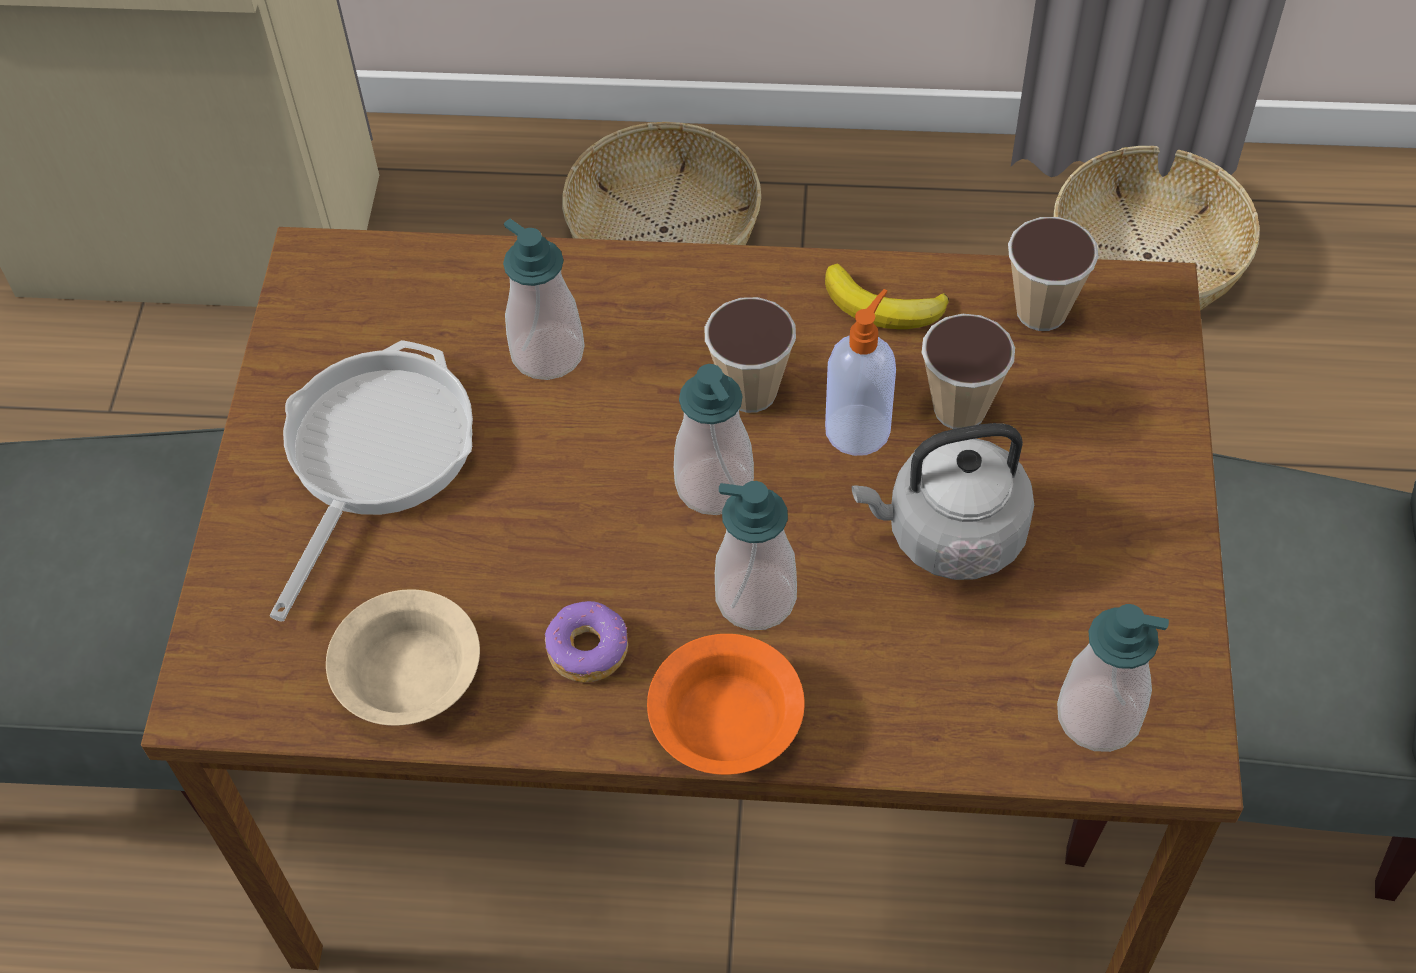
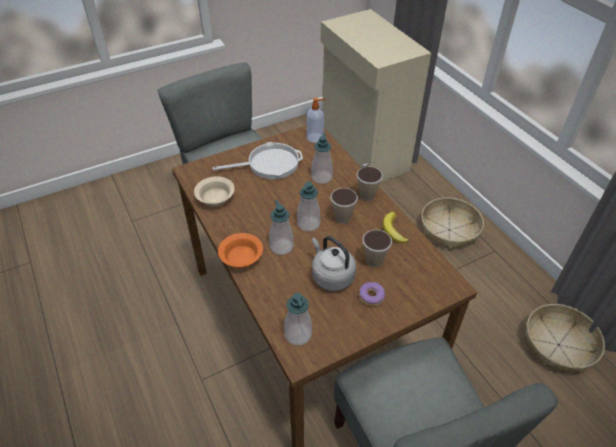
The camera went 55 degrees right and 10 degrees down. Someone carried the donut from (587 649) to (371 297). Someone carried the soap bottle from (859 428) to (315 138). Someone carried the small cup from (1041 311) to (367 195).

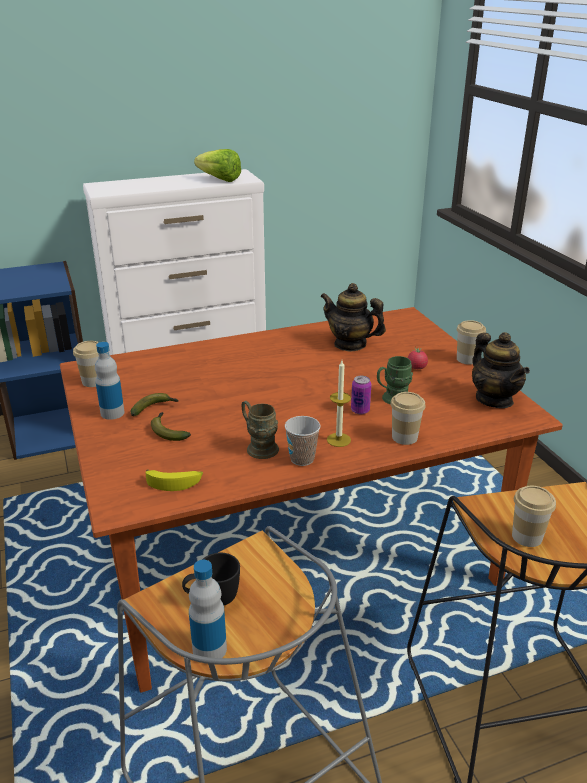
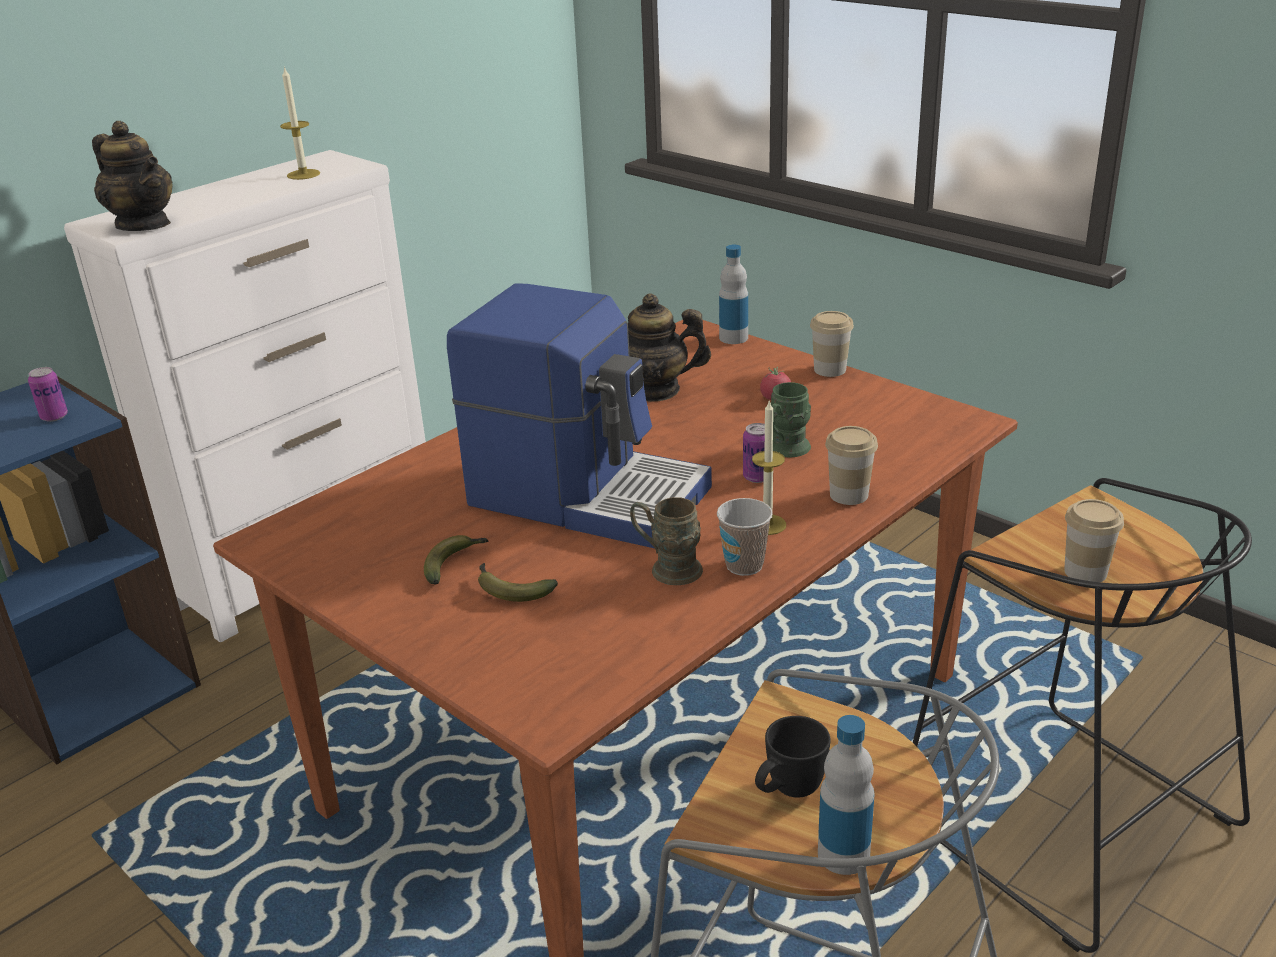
The camera went 25 degrees left and 0 degrees up. Someone took away the small cup at (93 381). Someone carried the bottle from (112 413) to (733 338). Someone took away the banana at (175 482). Someone swapped the lettuce head at (217 179) for the wax light at (303 174). Someone carried the teapot from (494 399) to (143 225). Someone put down the metal can at (54 417). Someone put down the coffee machine at (588 494).

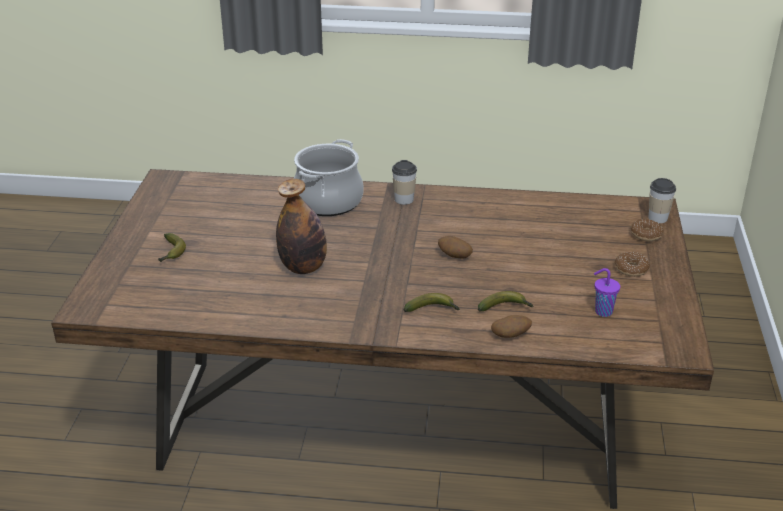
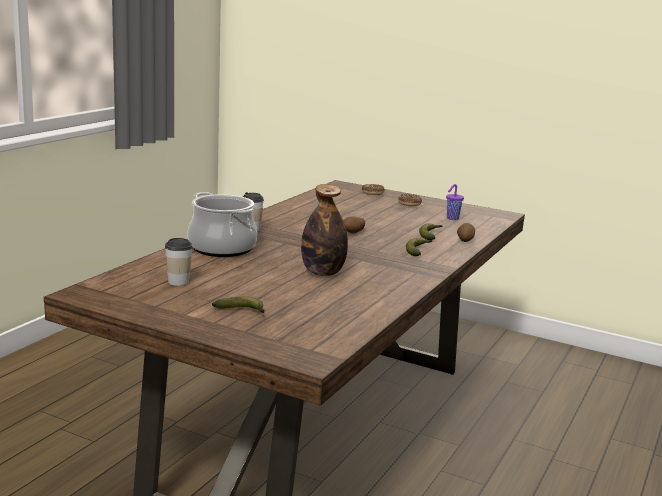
The camera went 70 degrees left and 15 degrees down. Someone carried the small cup from (658 218) to (178 282).

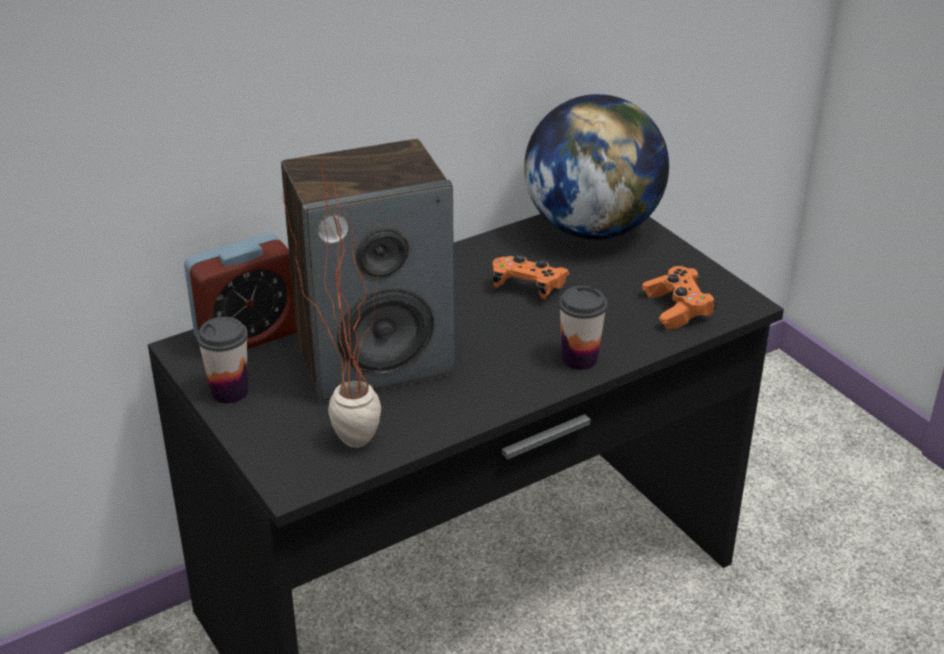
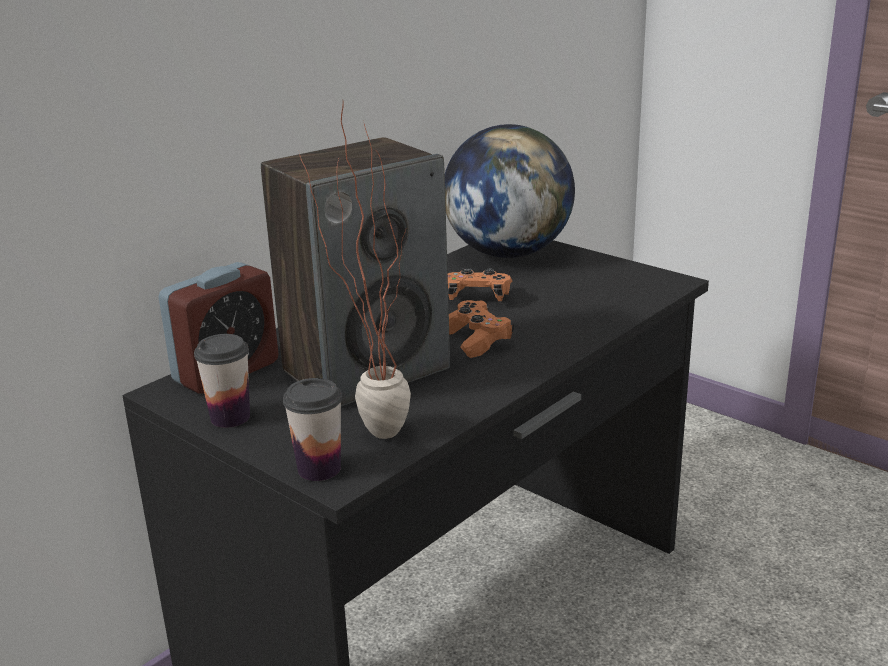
The camera went 15 degrees left and 10 degrees down. Someone carried the small cup from (579 359) to (319 469). Someone carried the orangey joypad from (677 309) to (474 340).

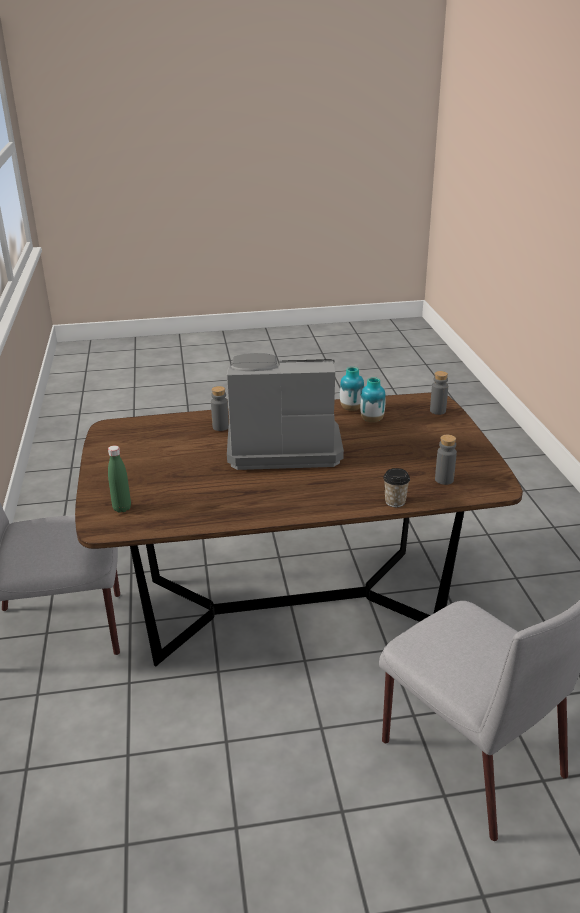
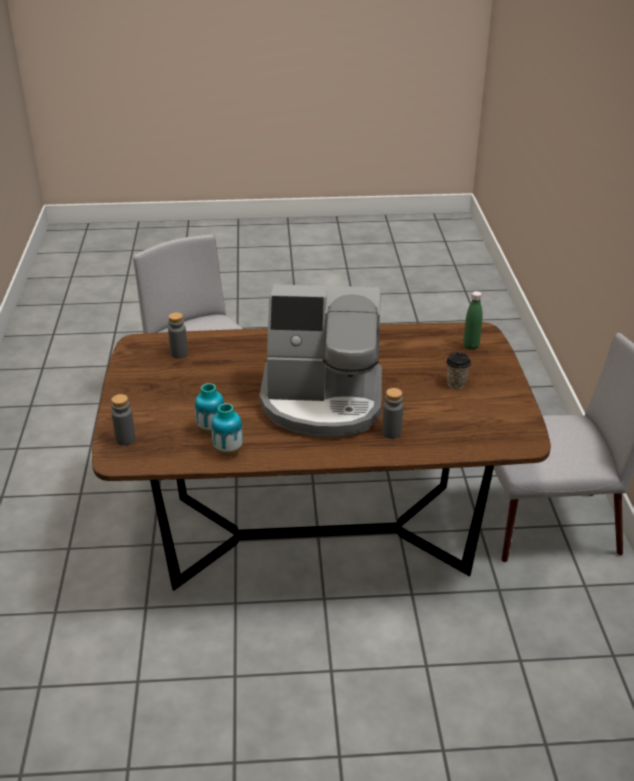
The camera went 175 degrees left and 5 degrees up. Someone carried the small cup from (395 502) to (456 383).

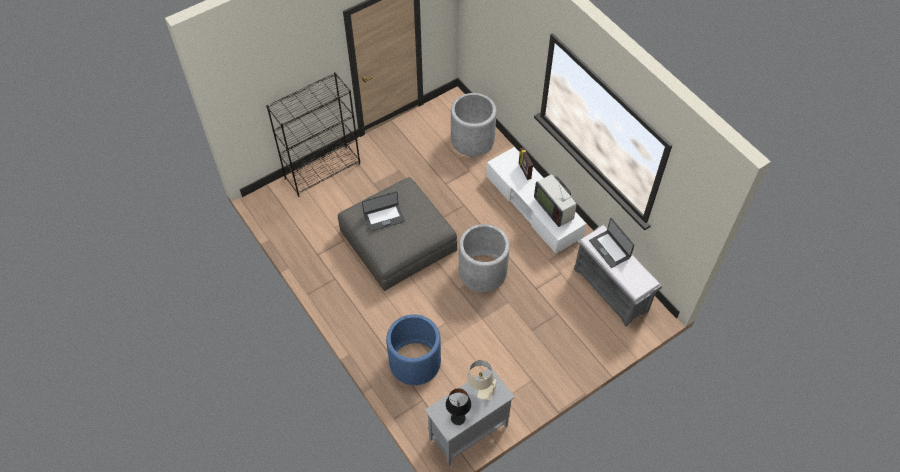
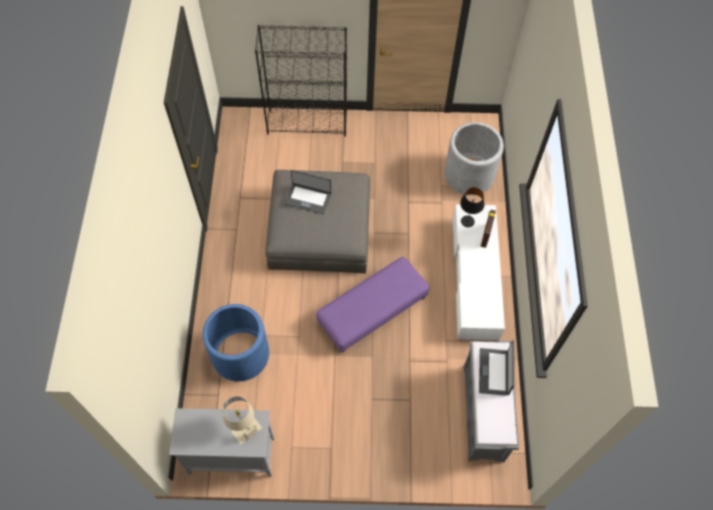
The camera went 35 degrees right and 5 degrees up. Someone carried the black tabletop lamp from (458 418) to (467 221). Someone swapped the gray planter at (482 272) for the purplish footrest at (372 310). Someone took away the TV at (554 208).

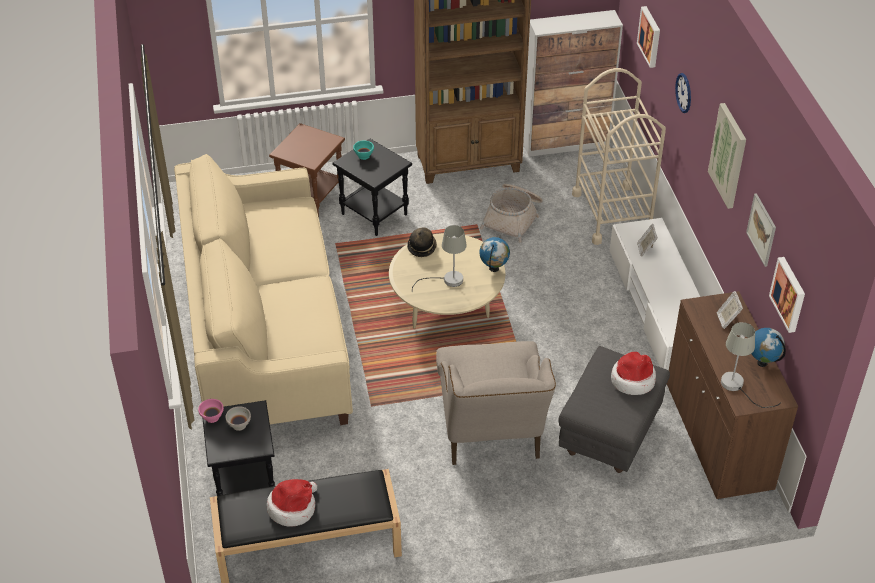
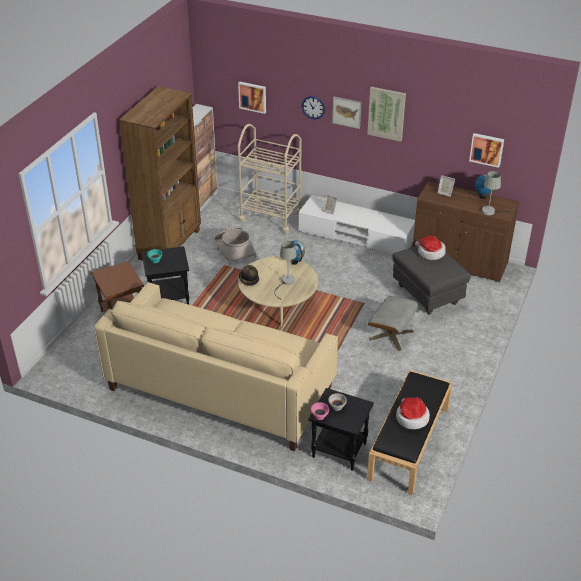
The camera went 55 degrees left and 5 degrees down. Someone swapped the sand-coloured armchair at (491 436) for the gray footrest at (391 335). Someone carried the picture from (761 229) to (346 112).

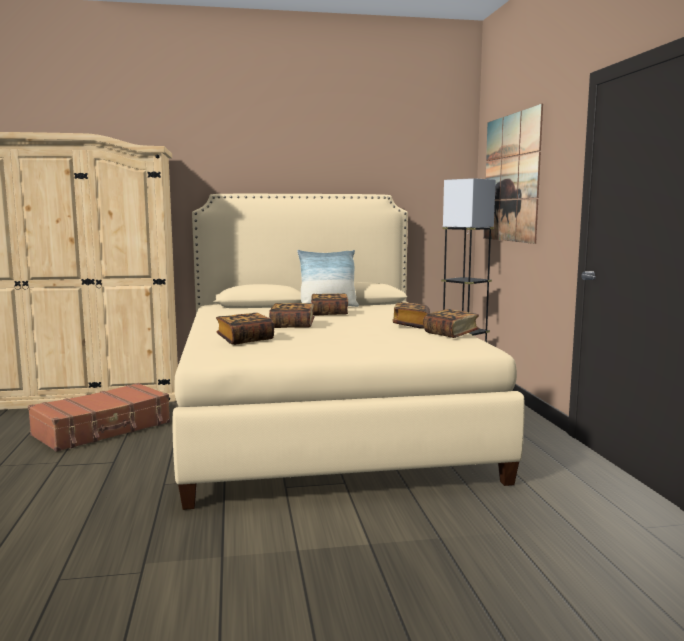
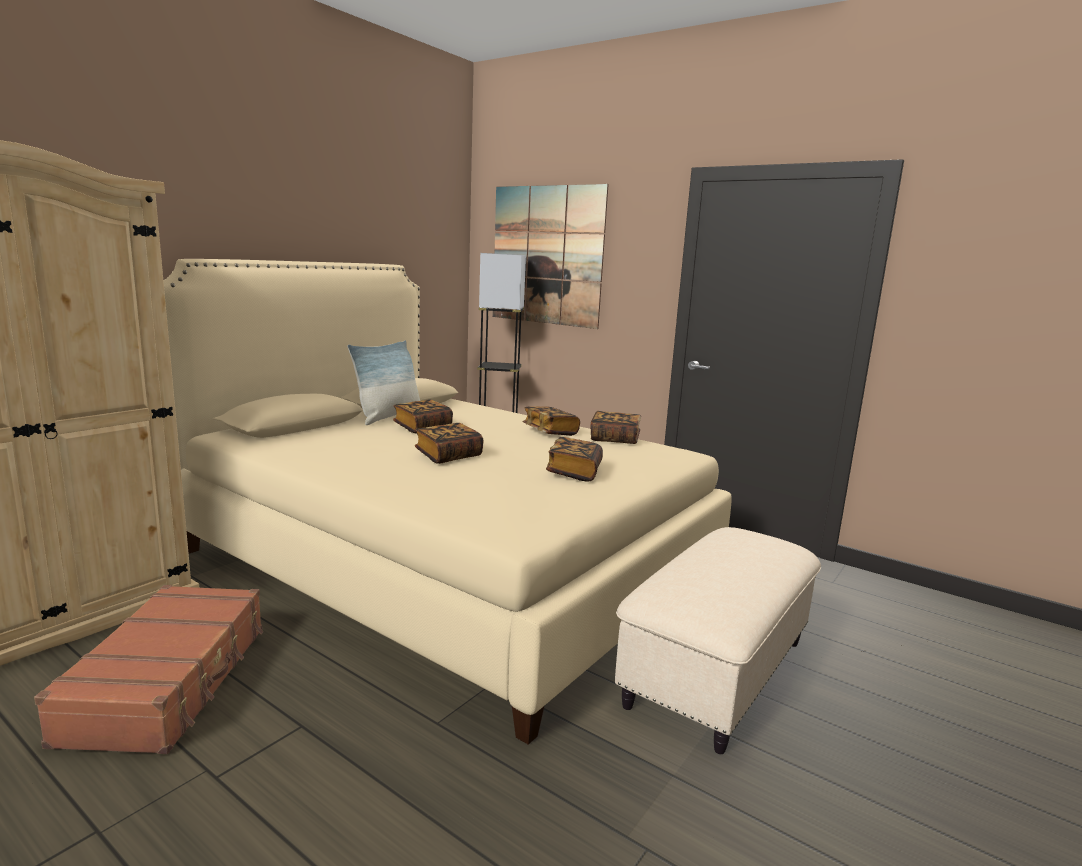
The camera went 45 degrees left and 5 degrees up. Someone carried the volume from (245 340) to (574 472). Someone put down the sand-coloured footrest at (715 672).

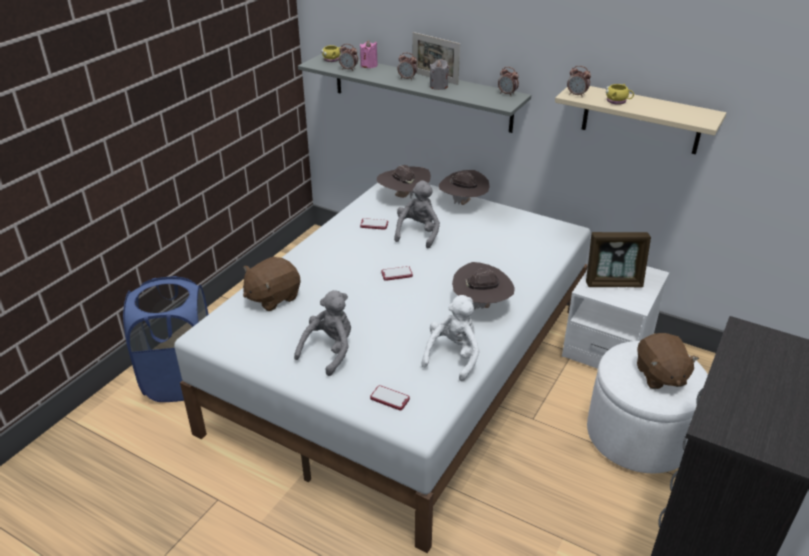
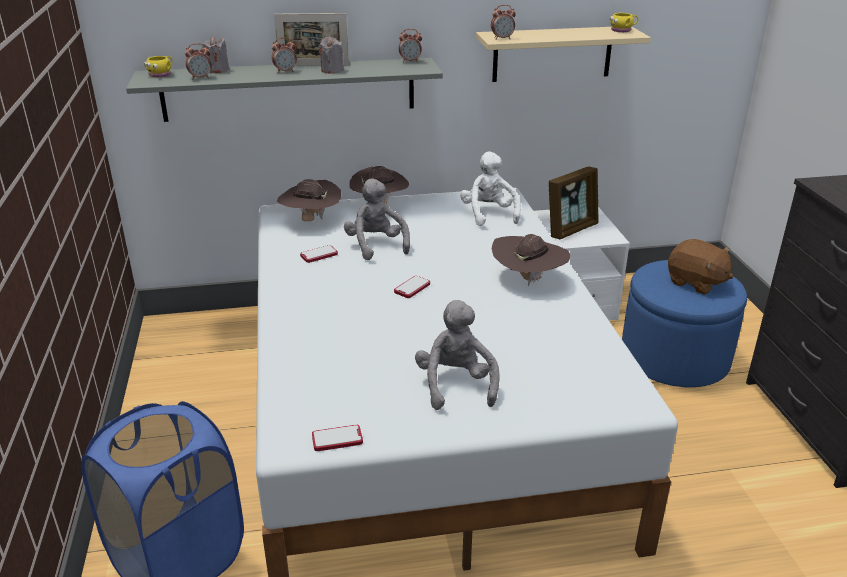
The camera went 40 degrees left and 5 degrees down. Someone took away the brown-coloured plush toy at (272 297). Someone repainted the pink wax light at (369 65), which became the gray wax light at (217 70). Someone carried the handset from (389 398) to (337 439). Someone carried the white-coloured plush toy from (453 356) to (488 214). Someone repainted the white-coloured footrest at (638 435), which became the blue footrest at (674 358). Someone carried the yellowish coffee mug from (618 101) to (622 30).

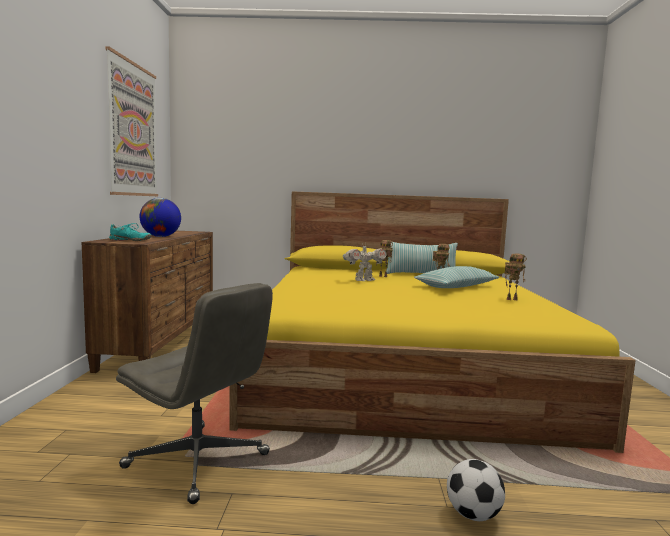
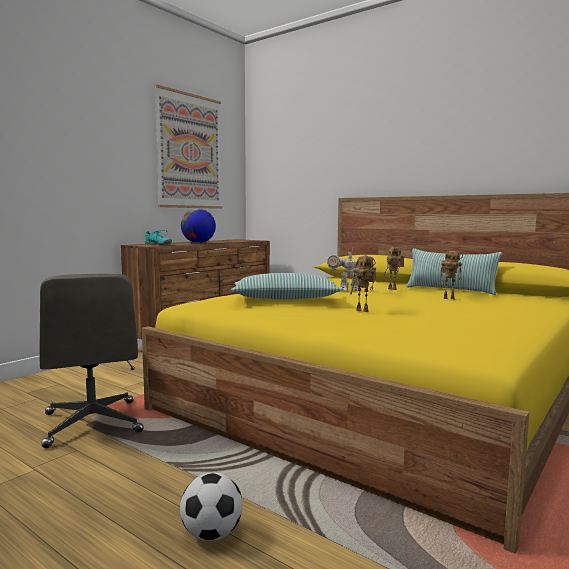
The camera went 35 degrees right and 0 degrees up. Someone carried the throw pillow from (456 287) to (285 298). Someone carried the robot figure from (512 299) to (363 310).

